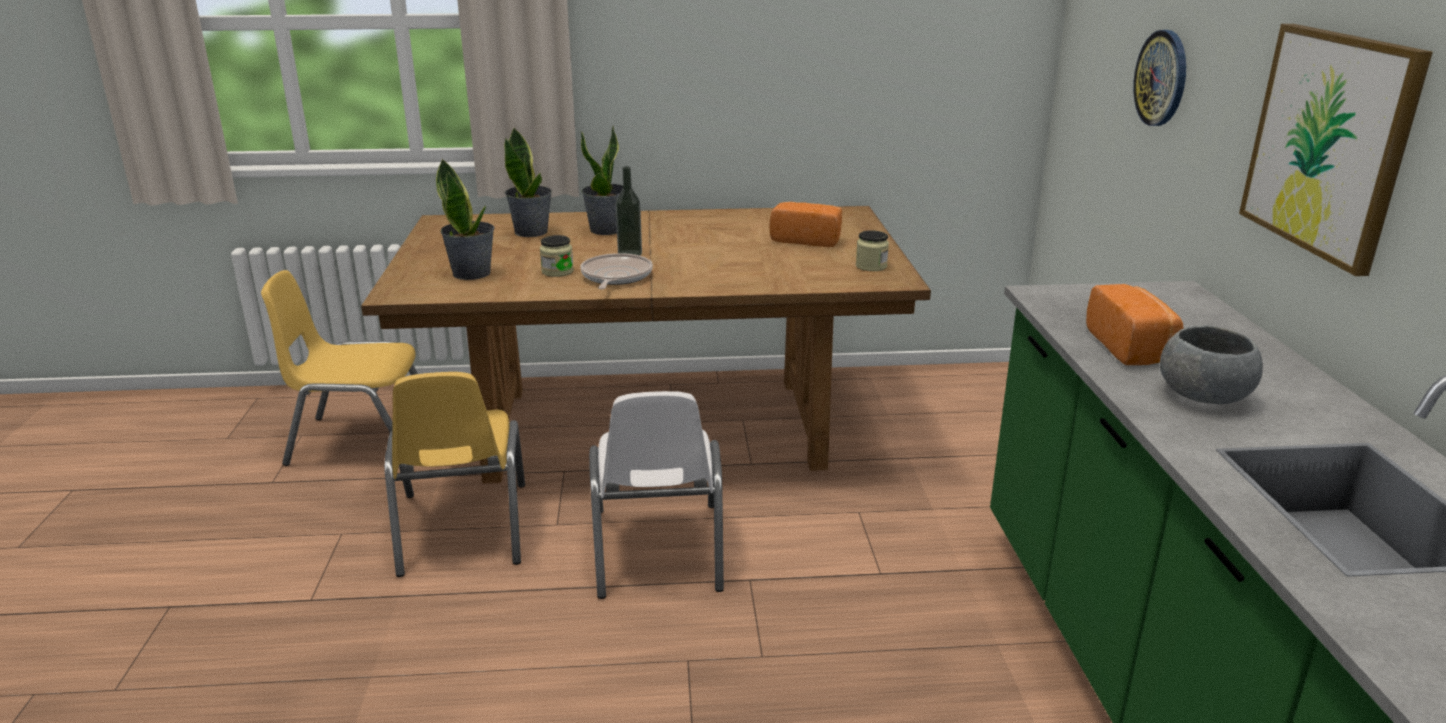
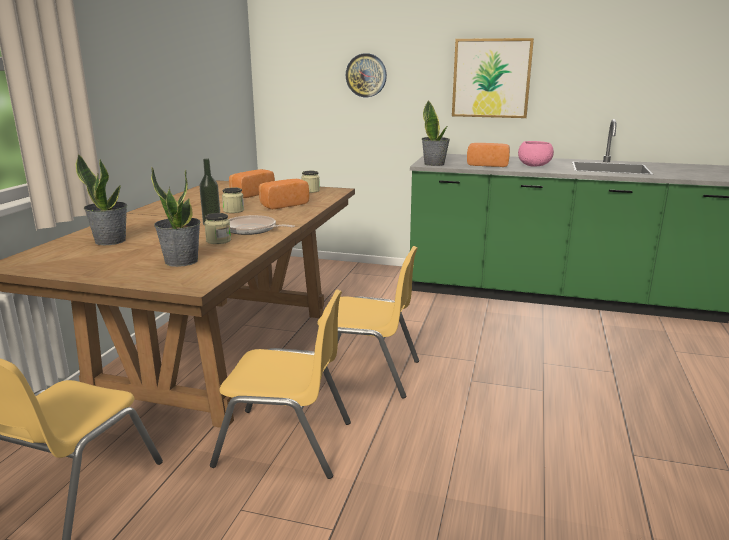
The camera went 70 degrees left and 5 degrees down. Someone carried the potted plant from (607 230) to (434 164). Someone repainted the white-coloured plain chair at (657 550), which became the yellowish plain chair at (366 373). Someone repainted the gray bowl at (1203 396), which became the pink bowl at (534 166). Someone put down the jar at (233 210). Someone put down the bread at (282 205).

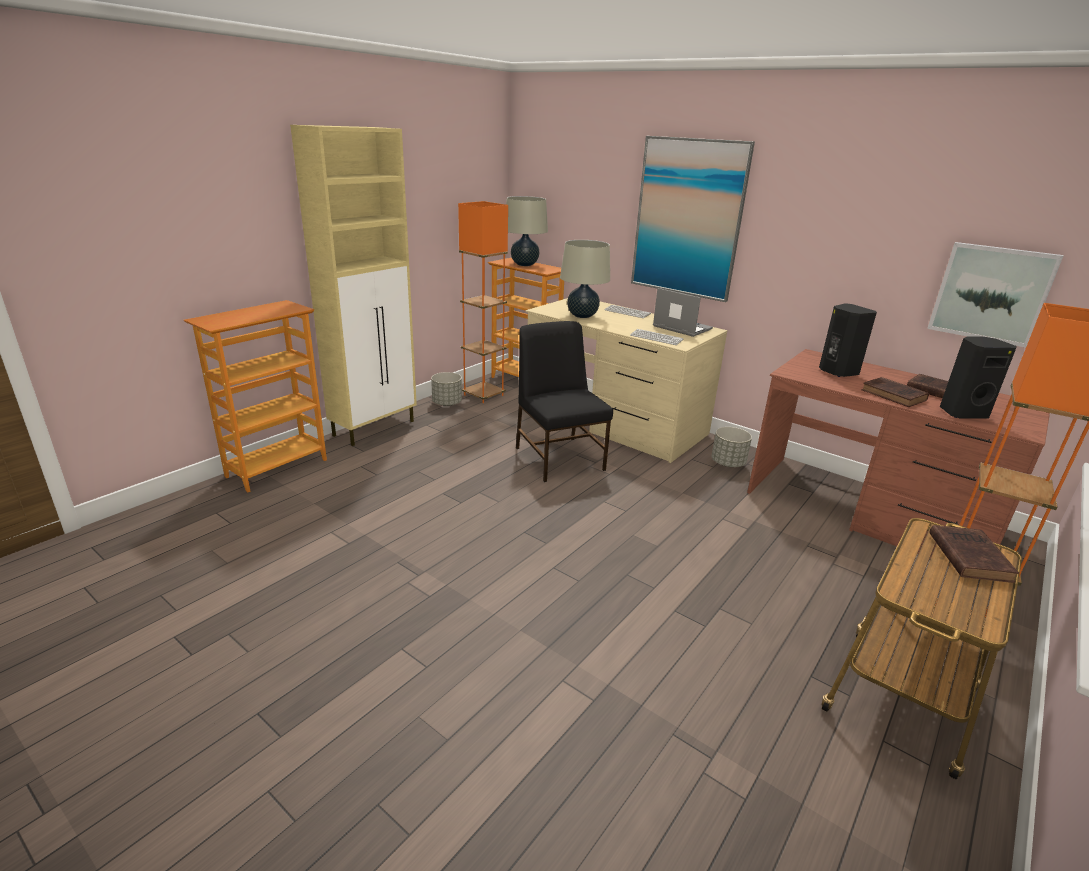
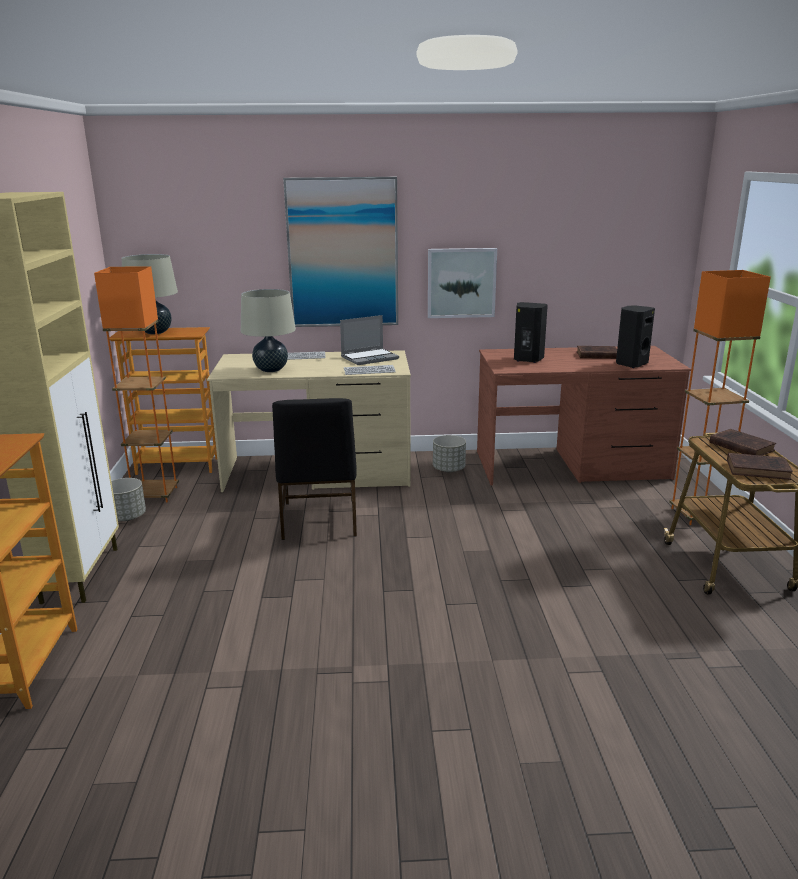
The camera went 40 degrees left and 5 degrees down. Someone rotated the black plain chair at (559 458) by 120 degrees counterclockwise. Someone rotated the portable computer at (681 328) by 150 degrees clockwise. Someone carried the brown-coloured volume from (895 396) to (759 470). Someone carried the picture from (991 293) to (461 283).

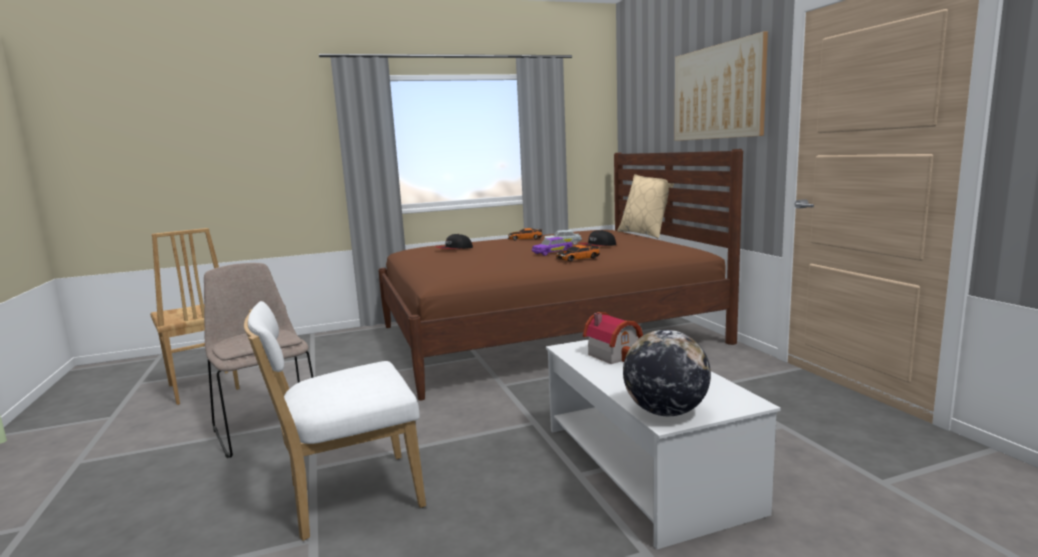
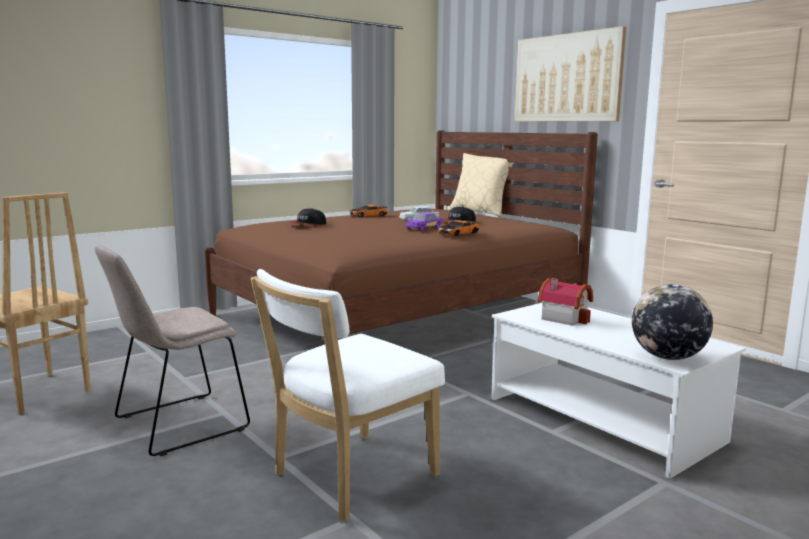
The camera went 20 degrees left and 0 degrees up. Someone rotated the sand-coloured plain chair at (267 427) by 75 degrees counterclockwise.

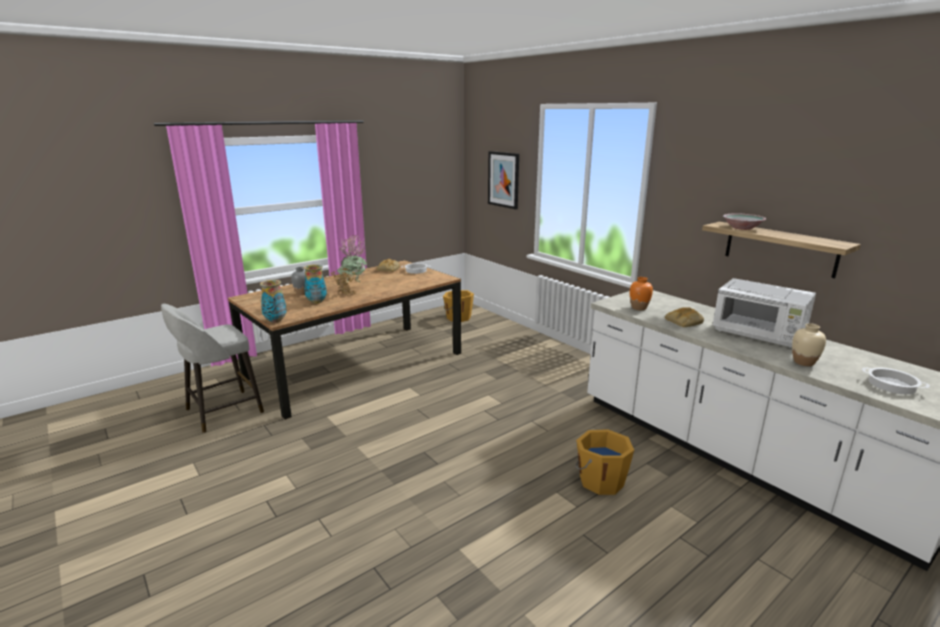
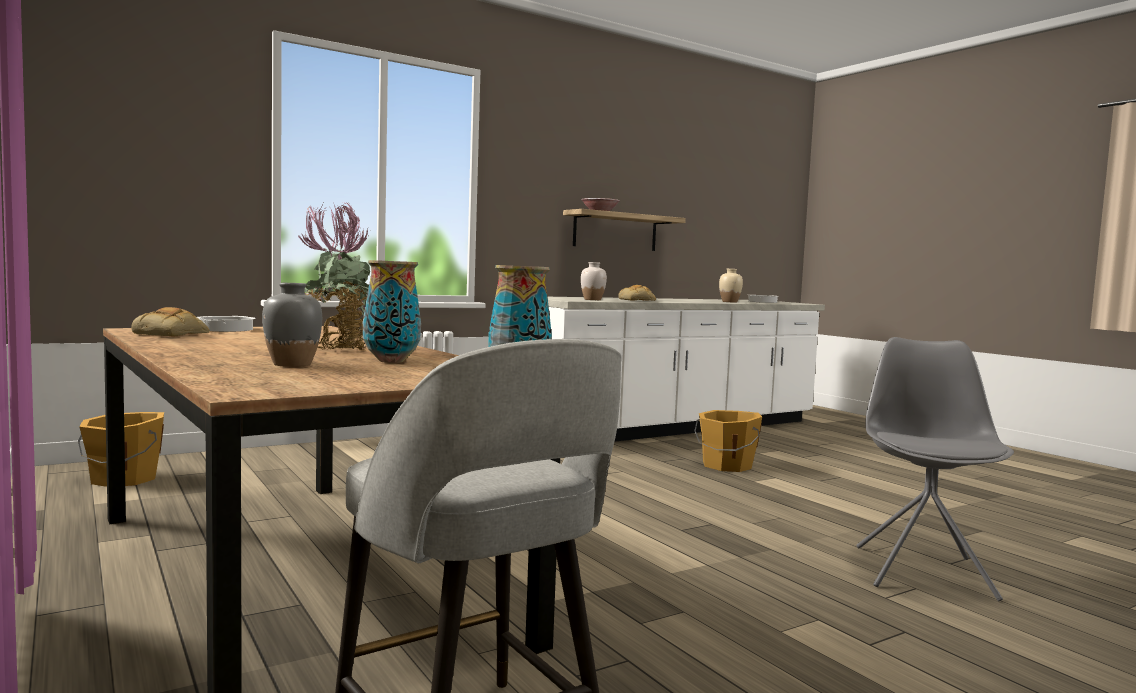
The camera went 85 degrees left and 15 degrees down. Someone took away the picture at (503 179). Someone repainted the orangey decorative vase at (639 308), which became the white-coloured decorative vase at (592 300). Someone took away the white-coloured microwave at (758 335). Someone put down the gray plain chair at (923 571).

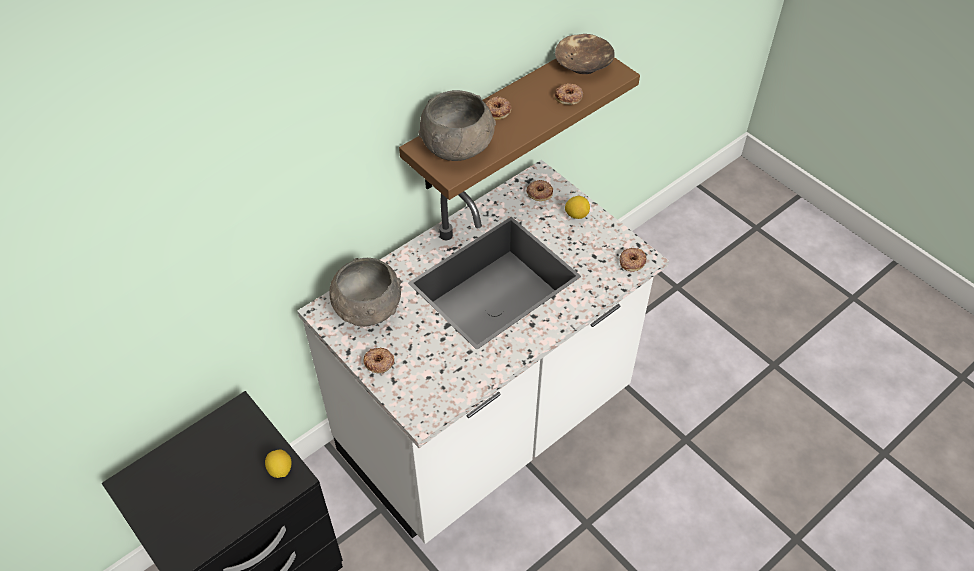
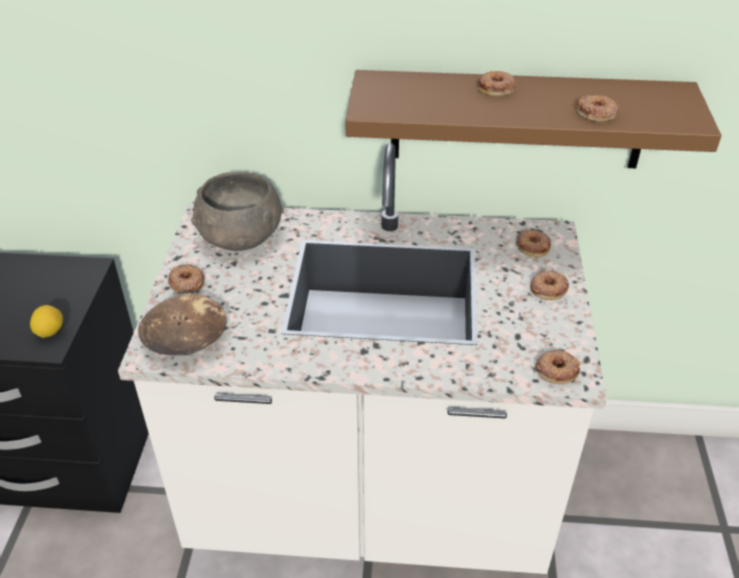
The camera went 45 degrees right and 10 degrees down. Someone took away the gray bowl at (458 146). Someone carried the brown-coloured bowl from (584 63) to (186 339). Someone swapped the citrus fruit at (576 215) for the donut at (548 288).

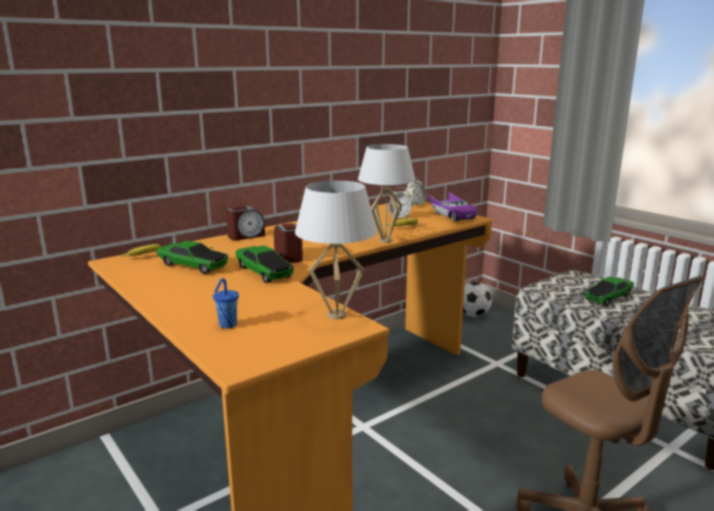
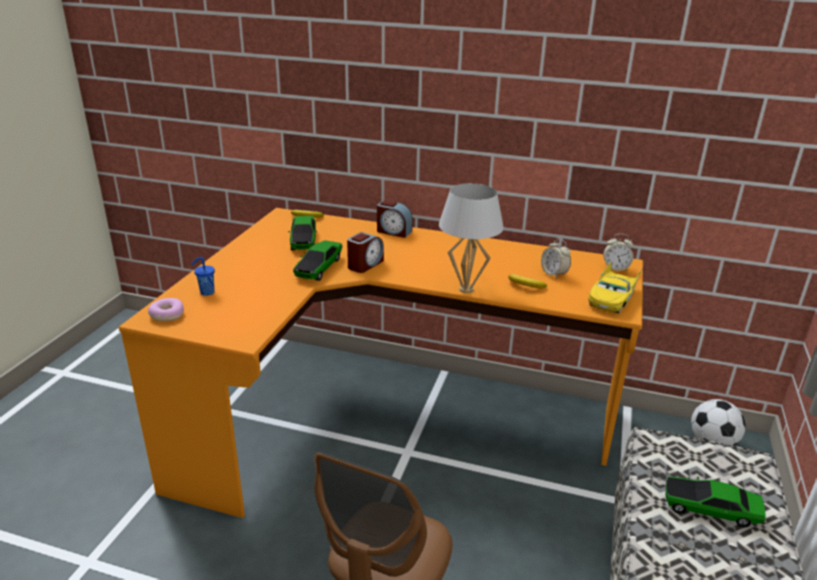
The camera went 55 degrees right and 10 degrees up. Someone took away the white-coloured tabletop lamp at (337 315). Someone repainted the purplish toy car at (452 215), which became the yellowish toy car at (612 298). Someone put down the donut at (167 315).

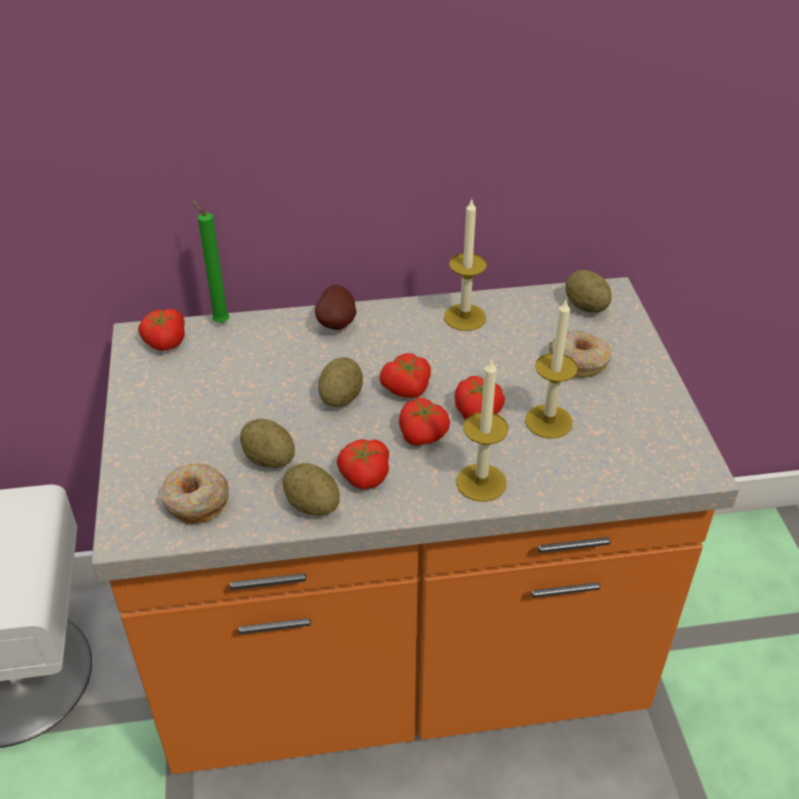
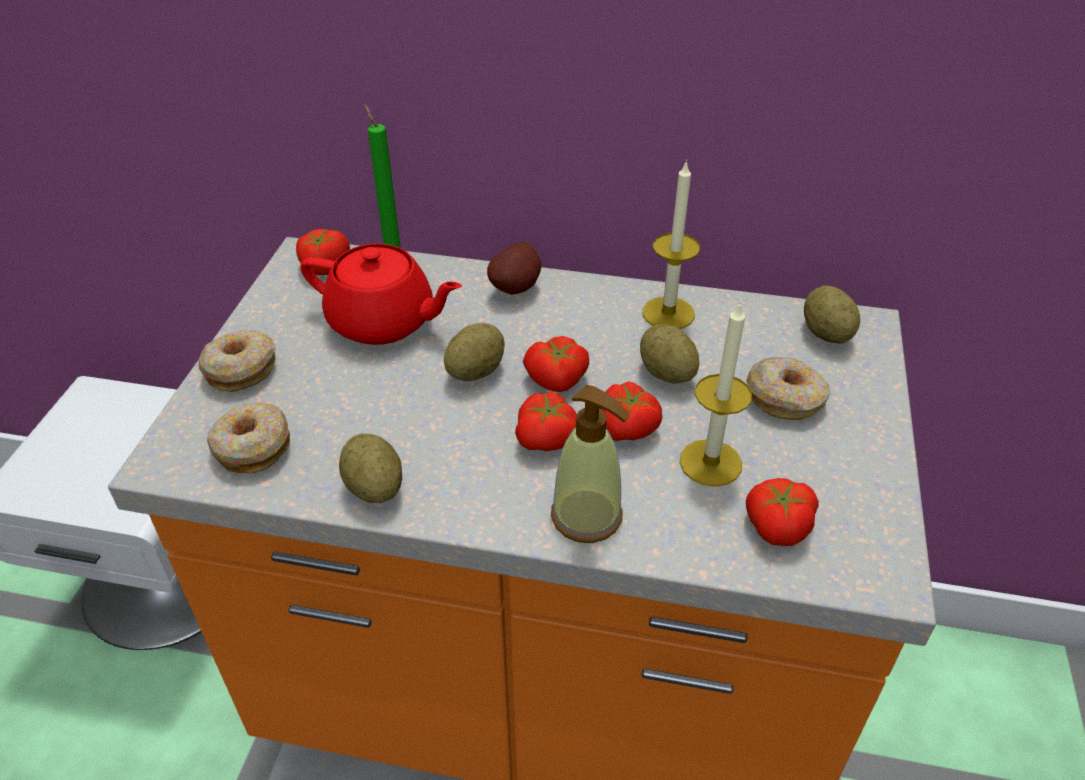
The camera went 20 degrees right and 0 degrees up. Someone carried the potato from (269 459) to (667 373). Someone carried the tomato from (363 475) to (776 525). Someone swapped the wax light at (481 482) for the soap bottle at (587 516). Someone put down the donut at (241 369). Someone put down the reddish teapot at (383 322).

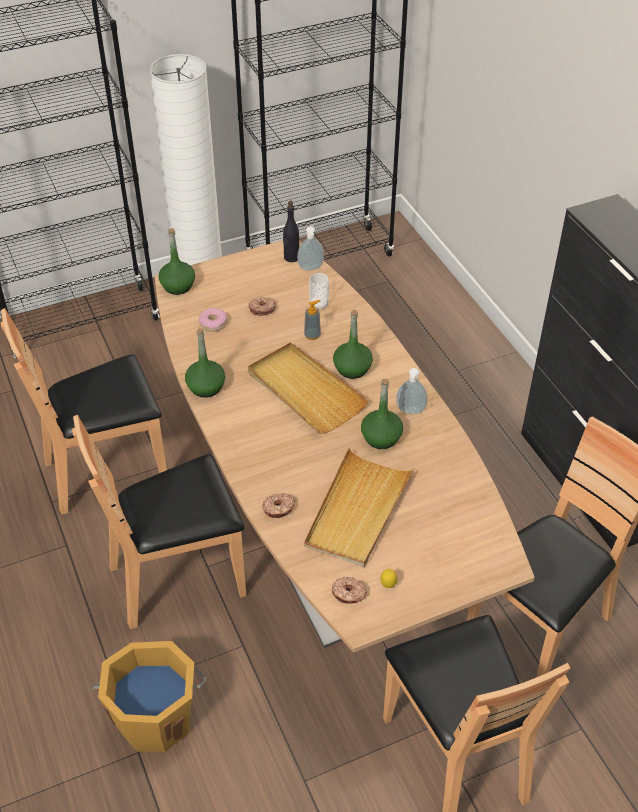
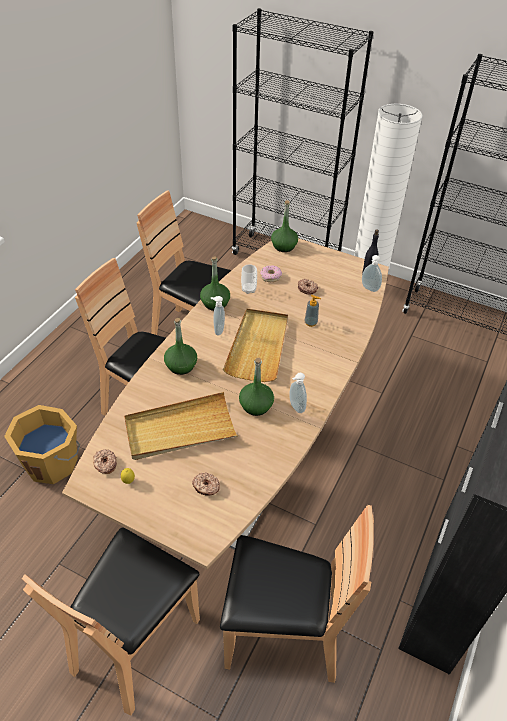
The camera went 50 degrees right and 0 degrees up. Someone carried the donut from (279 509) to (206 487). Someone carried the small cup from (319 304) to (249 289). Someone carried the green bottle from (352 369) to (181 366). Someone put down the soap bottle at (218 330).

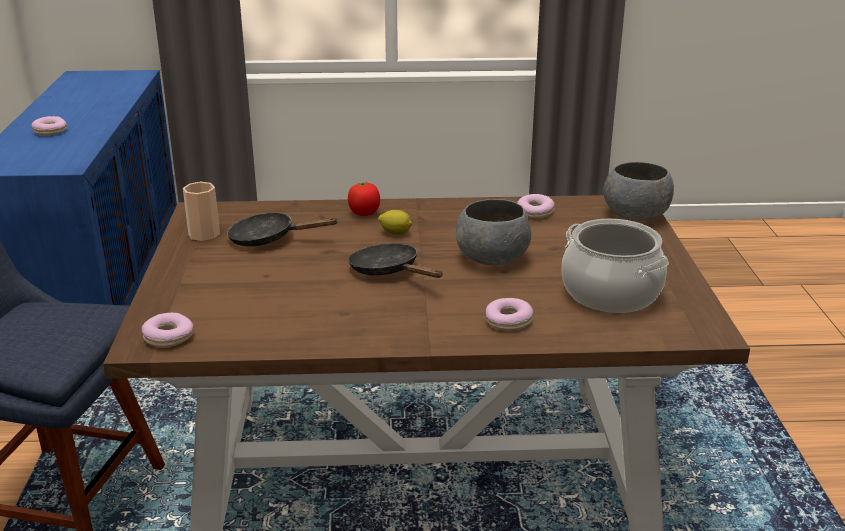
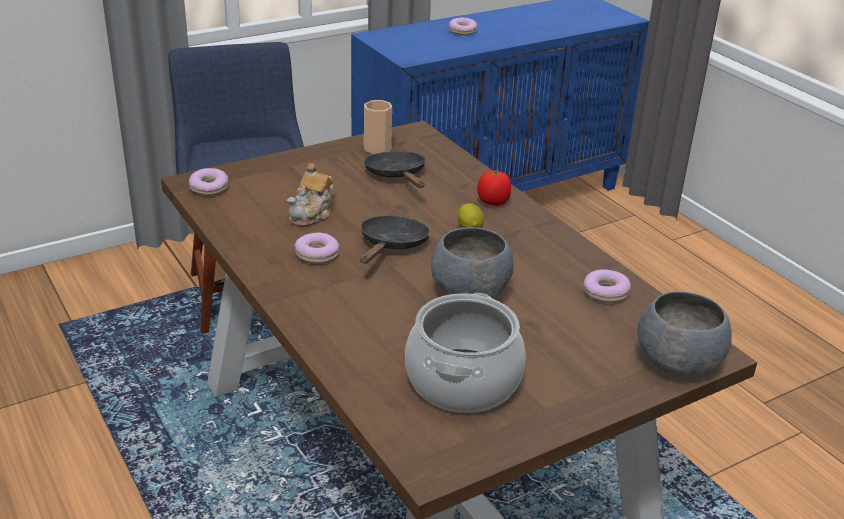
The camera went 60 degrees right and 5 degrees up. Someone carried the donut from (508 321) to (317 254). Someone put down the teapot at (312 215).

